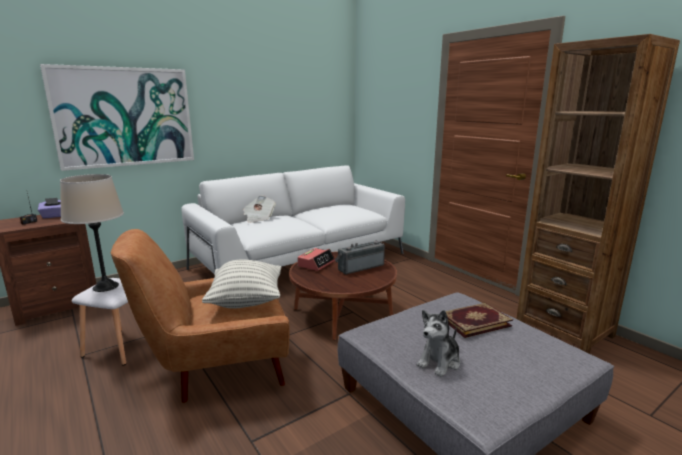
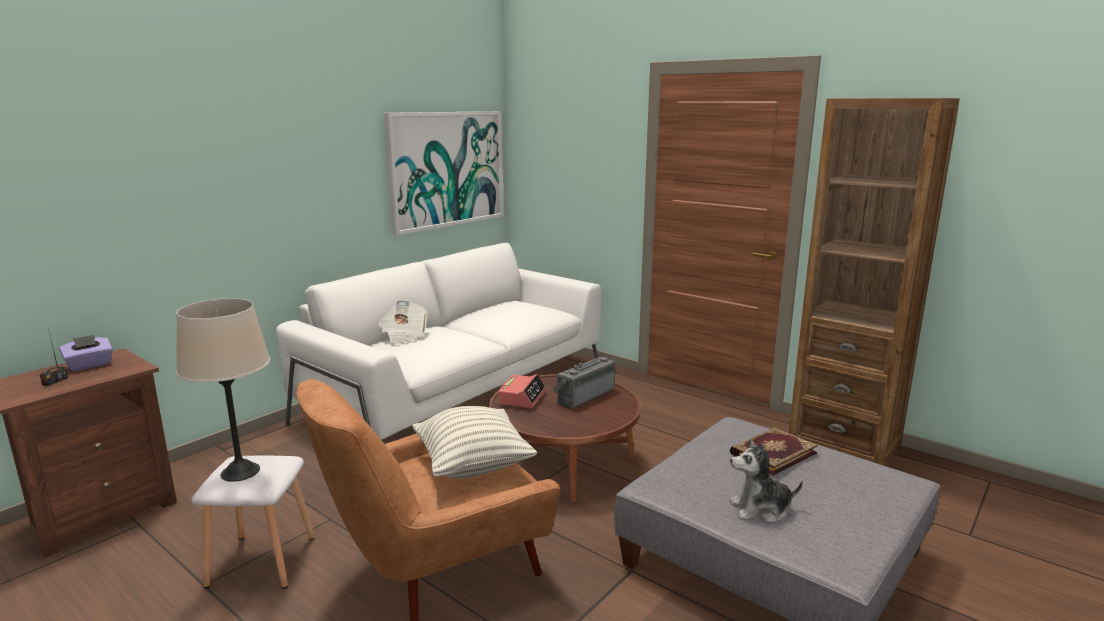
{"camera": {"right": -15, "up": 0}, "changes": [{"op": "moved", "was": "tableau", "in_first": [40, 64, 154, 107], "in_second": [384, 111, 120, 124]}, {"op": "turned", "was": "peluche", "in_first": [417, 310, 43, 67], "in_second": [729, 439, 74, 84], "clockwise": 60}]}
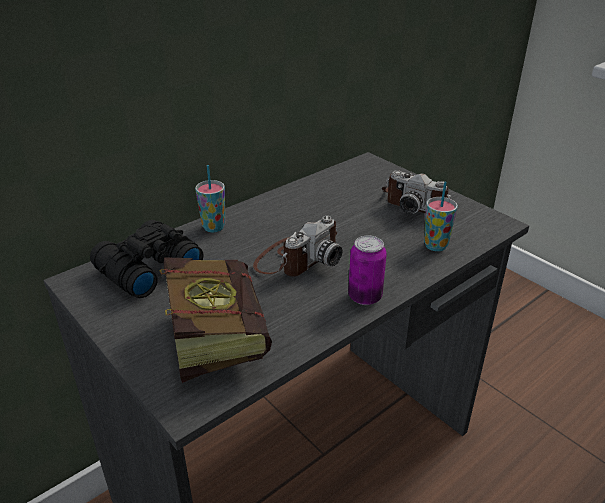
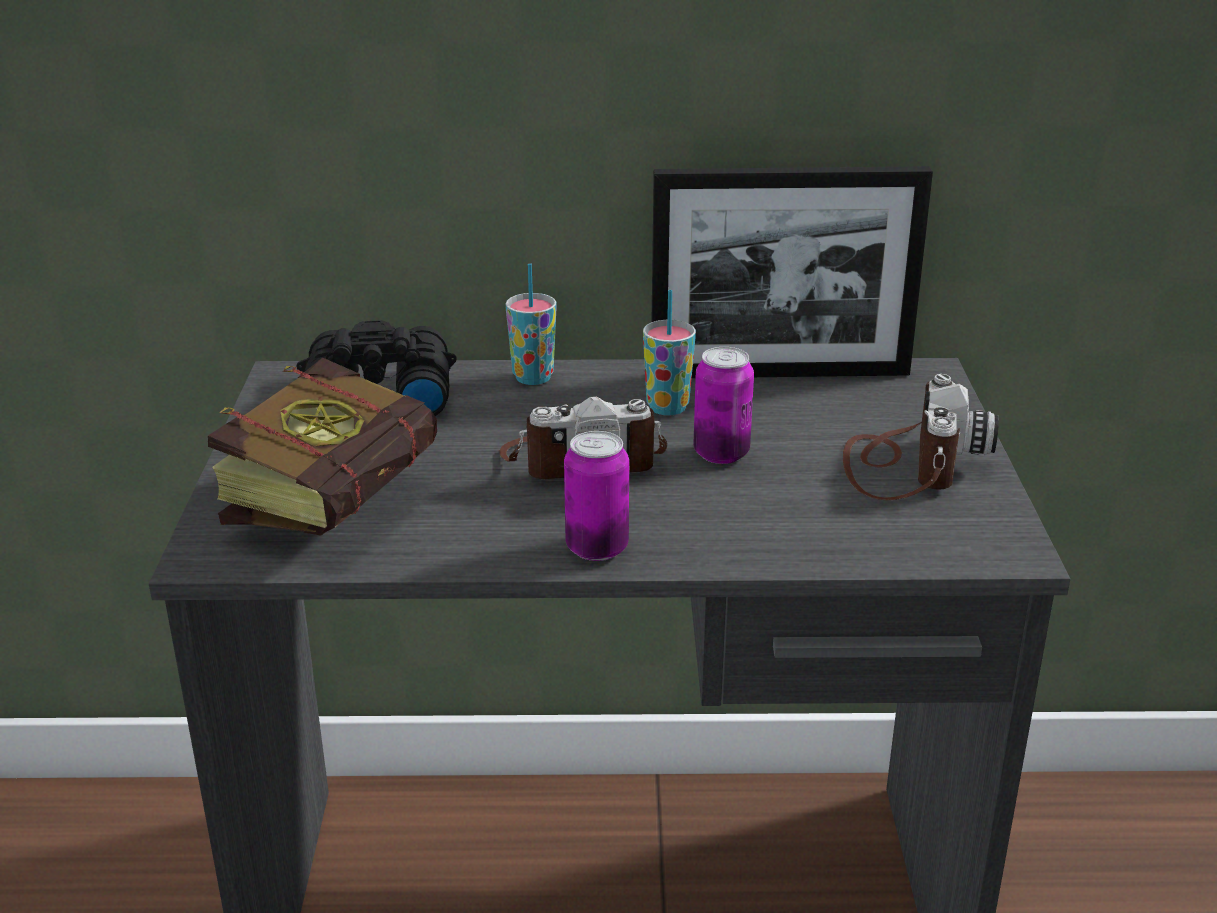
{"camera": {"right": 40, "up": -5}, "changes": [{"op": "turned", "was": "appareil photo", "in_first": [382, 170, 69, 44], "in_second": [843, 374, 156, 126], "clockwise": -150}, {"op": "moved", "was": "tasse", "in_first": [424, 182, 34, 69], "in_second": [643, 290, 53, 126]}, {"op": "added", "now": "cadre photo", "in_second": [651, 166, 282, 212]}, {"op": "added", "now": "boîte métallique", "in_second": [693, 347, 61, 117]}]}
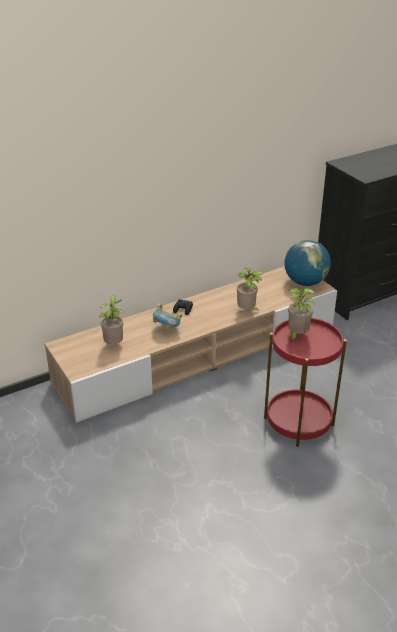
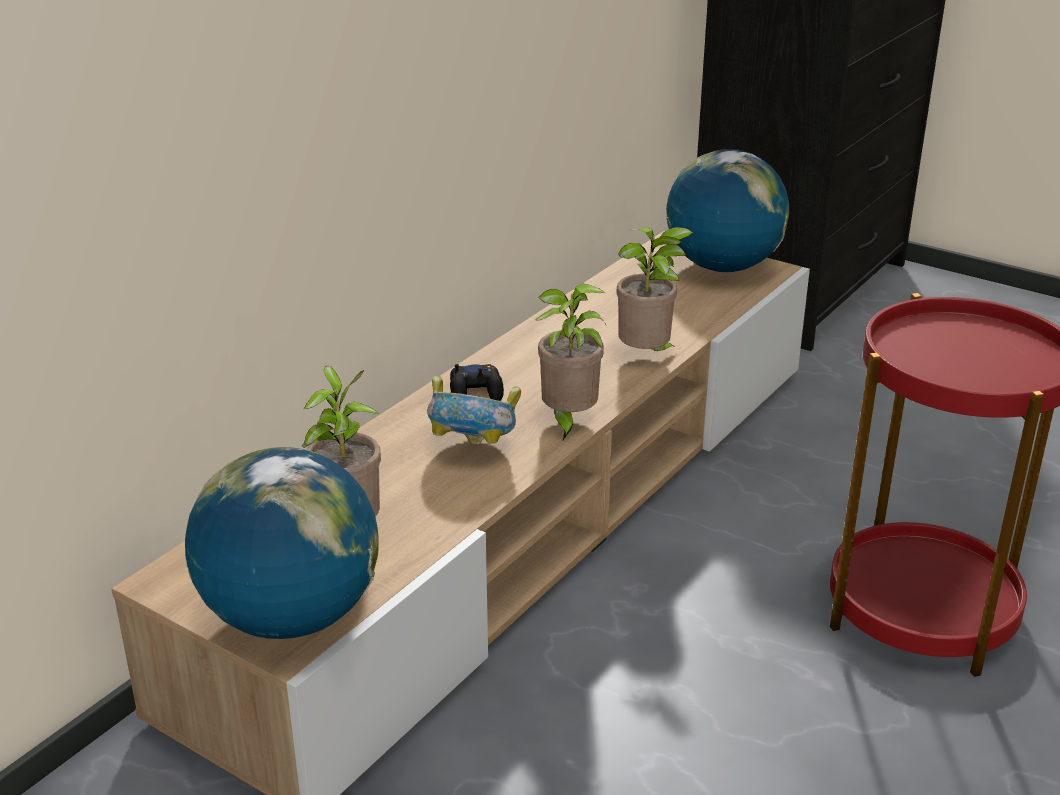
{"camera": {"right": -25, "up": -5}, "changes": [{"op": "moved", "was": "plante en pot", "in_first": [288, 288, 27, 55], "in_second": [535, 283, 71, 157]}, {"op": "added", "now": "globe", "in_second": [185, 447, 194, 192]}]}
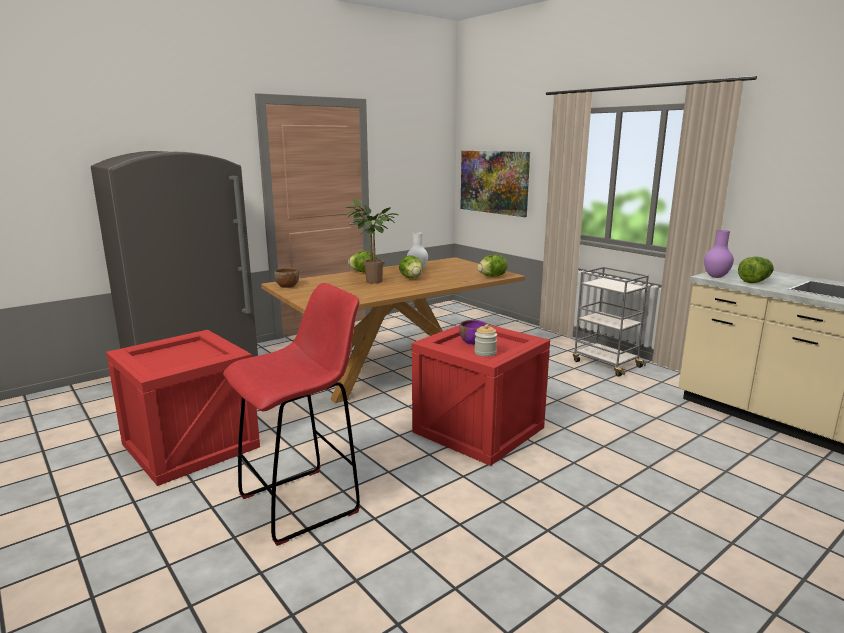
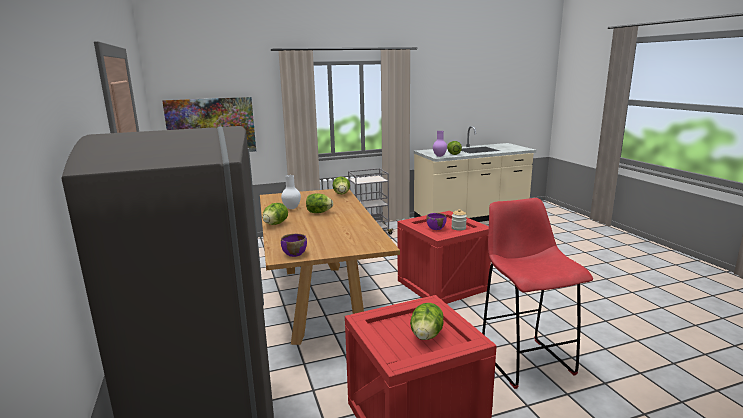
{"camera": {"right": -70, "up": 0}, "changes": [{"op": "removed", "was": "plante en pot", "in_first": [346, 199, 52, 85]}, {"op": "recoloured", "was": "bol/marron", "now": "bol/violet", "in_first": [274, 268, 25, 20], "in_second": [281, 234, 26, 23]}, {"op": "added", "now": "laitue", "in_second": [410, 303, 34, 37]}]}
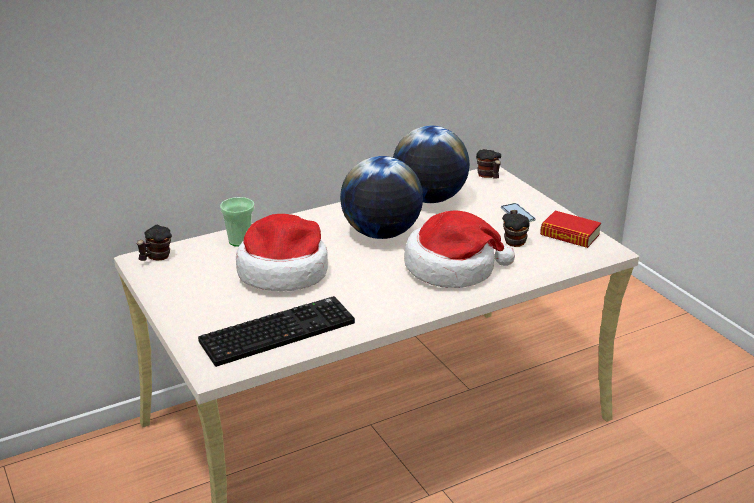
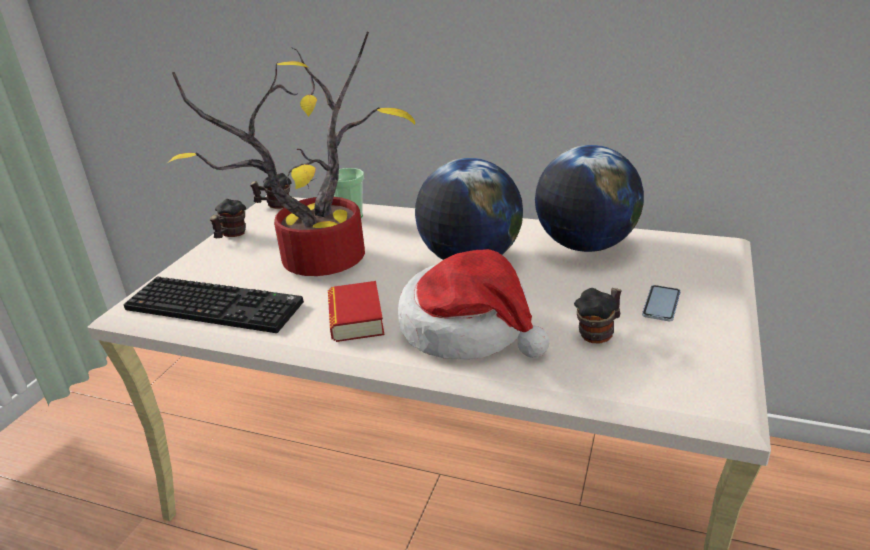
{"camera": {"right": 50, "up": 0}, "changes": [{"op": "moved", "was": "mug", "in_first": [476, 149, 25, 30], "in_second": [210, 199, 36, 39]}, {"op": "moved", "was": "livre", "in_first": [540, 211, 61, 37], "in_second": [328, 281, 57, 61]}, {"op": "replaced", "was": "chapeau", "now": "plante en pot", "in_first": [236, 214, 92, 77], "in_second": [167, 32, 248, 244]}]}
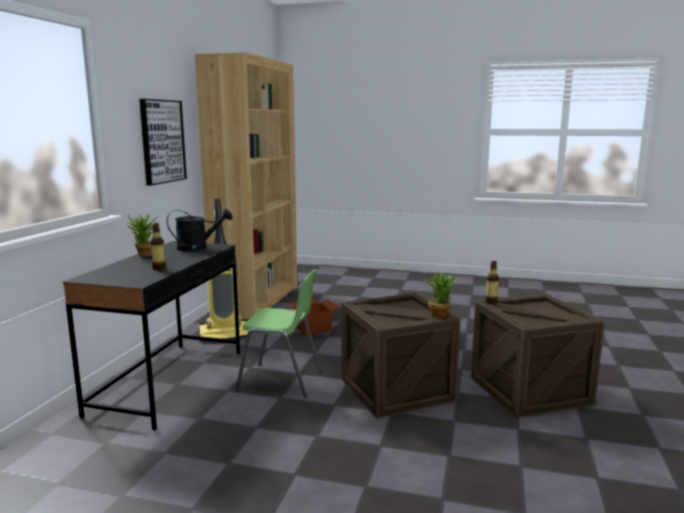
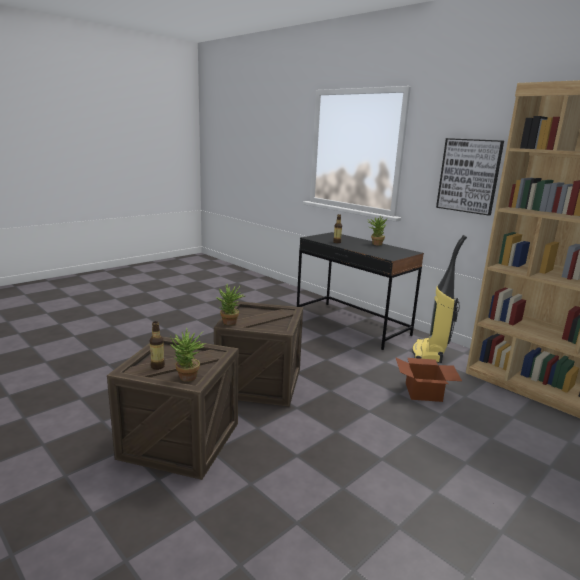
{"camera": {"right": 120, "up": 5}, "changes": [{"op": "removed", "was": "arrosoir/noir", "in_first": [167, 209, 65, 42]}, {"op": "moved", "was": "bouteille", "in_first": [485, 261, 14, 43], "in_second": [149, 321, 16, 49]}, {"op": "removed", "was": "chaise/vert", "in_first": [235, 269, 87, 129]}, {"op": "added", "now": "plante en pot", "in_second": [170, 328, 36, 54]}]}
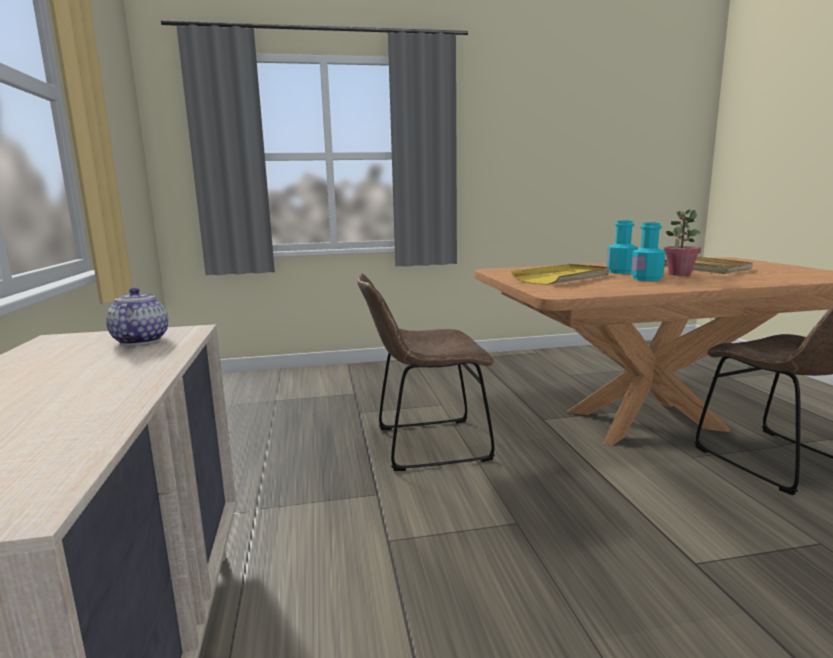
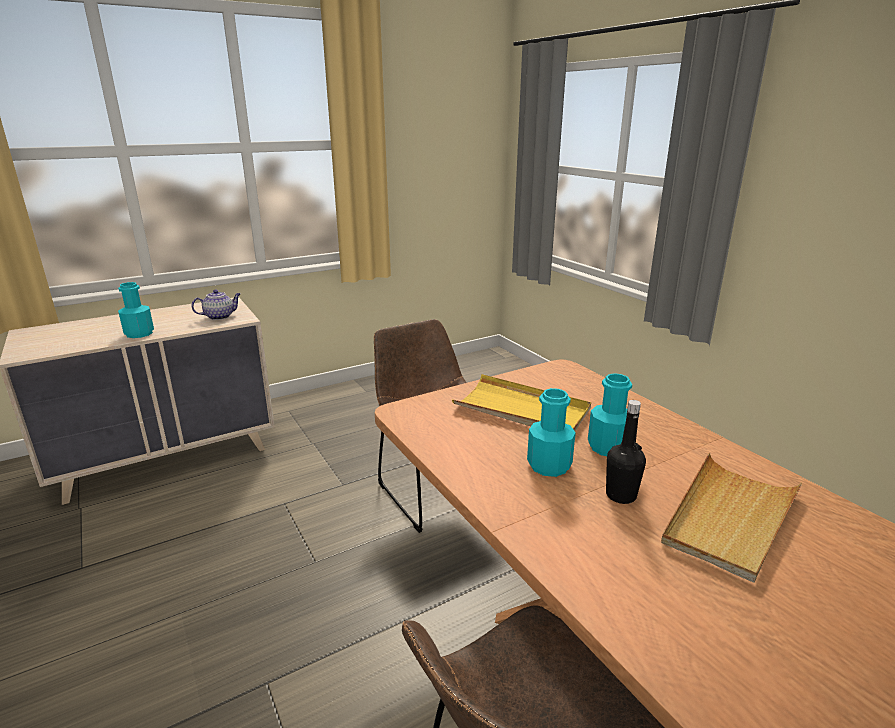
{"camera": {"right": 70, "up": 10}, "changes": [{"op": "replaced", "was": "plante en pot", "now": "bouteille/noir", "in_first": [664, 210, 37, 66], "in_second": [606, 400, 40, 104]}, {"op": "added", "now": "bouteille/turquoise", "in_second": [118, 282, 36, 56]}]}
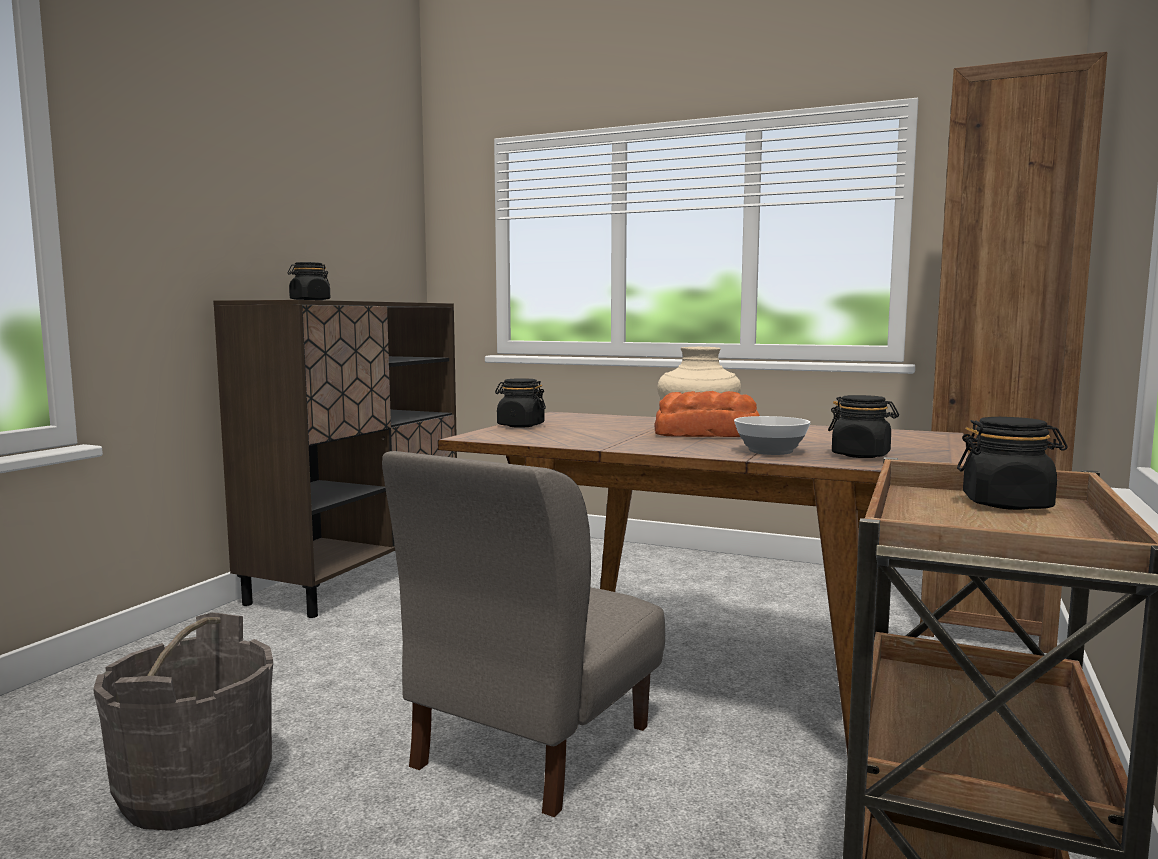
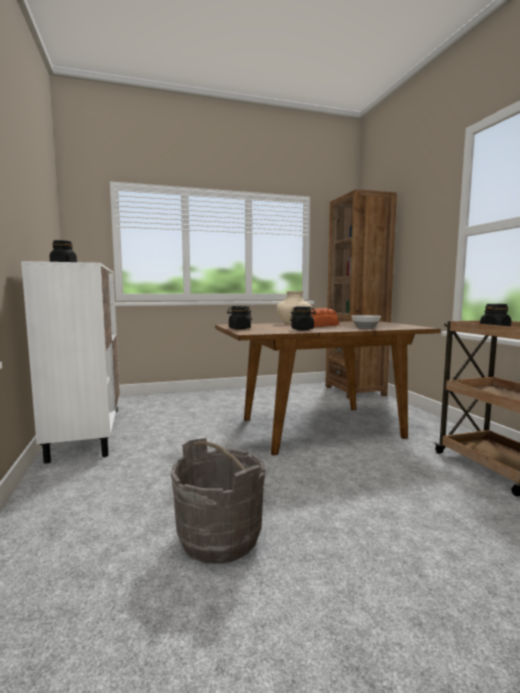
{"camera": {"right": -40, "up": 0}, "changes": [{"op": "recoloured", "was": "meuble de rangement/marron", "now": "meuble de rangement/blanc", "in_first": [213, 300, 244, 318], "in_second": [21, 261, 99, 203]}, {"op": "moved", "was": "bocal/noir", "in_first": [828, 395, 71, 63], "in_second": [290, 306, 26, 24]}, {"op": "removed", "was": "chaise/gris", "in_first": [382, 451, 283, 366]}]}
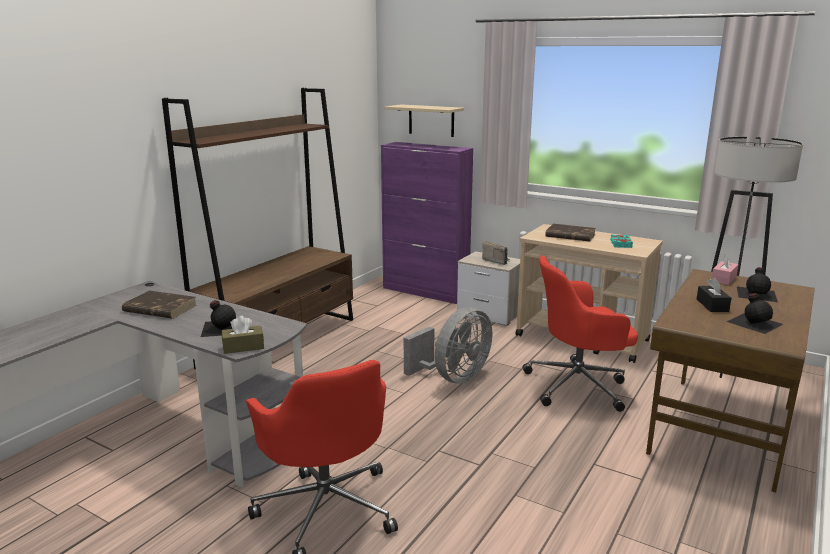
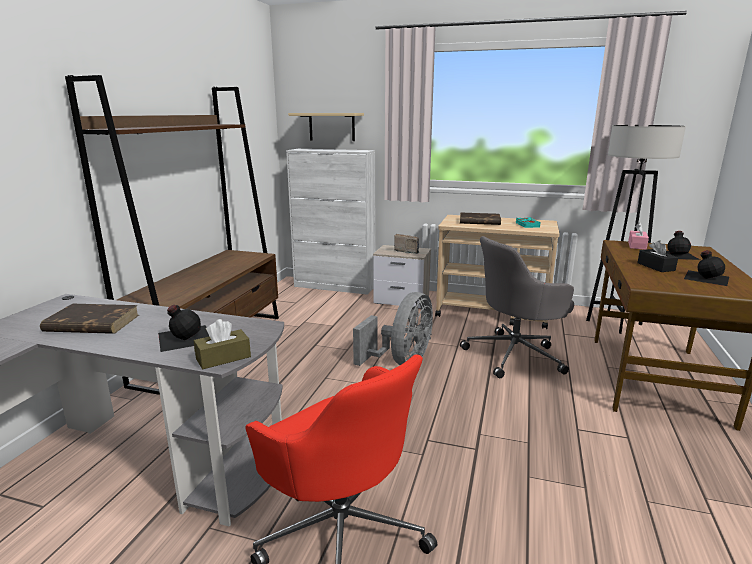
{"camera": {"right": -15, "up": 0}, "changes": [{"op": "recoloured", "was": "meuble de rangement/violet", "now": "meuble de rangement/blanc", "in_first": [381, 142, 92, 162], "in_second": [286, 149, 89, 146]}, {"op": "recoloured", "was": "chaise de bureau/rouge", "now": "chaise de bureau/gris", "in_first": [522, 256, 116, 156], "in_second": [460, 236, 114, 142]}]}
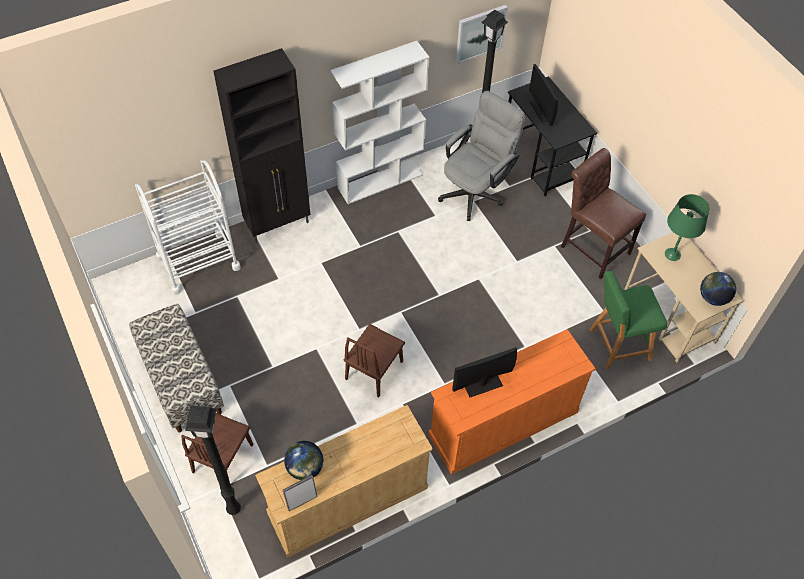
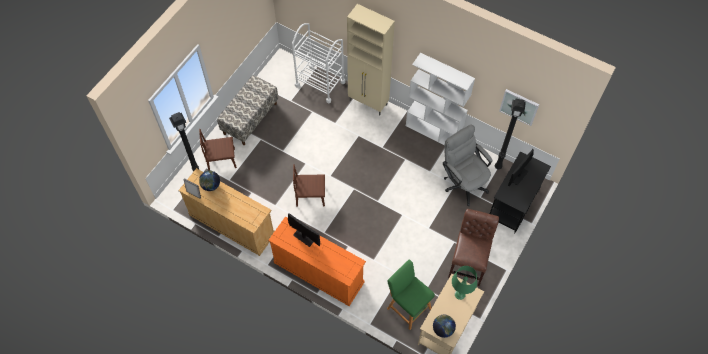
{"camera": {"right": 60, "up": 5}, "changes": [{"op": "recoloured", "was": "meuble de rangement/noir", "now": "meuble de rangement/beige", "in_first": [213, 48, 97, 195], "in_second": [347, 4, 48, 111]}, {"op": "turned", "was": "chaise de bureau/gris", "in_first": [438, 91, 87, 130], "in_second": [443, 125, 49, 81], "clockwise": -135}]}
